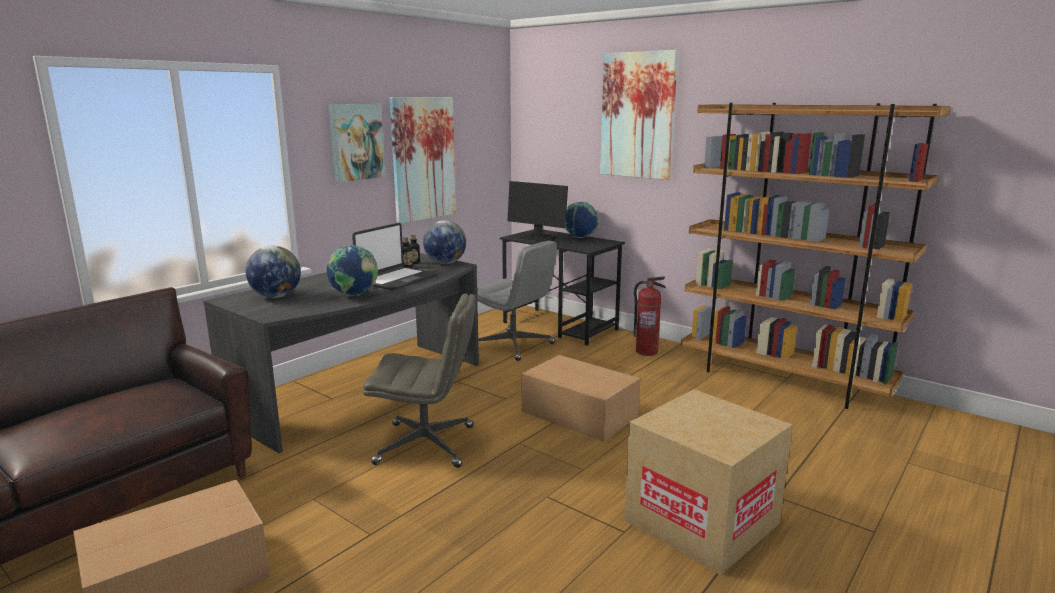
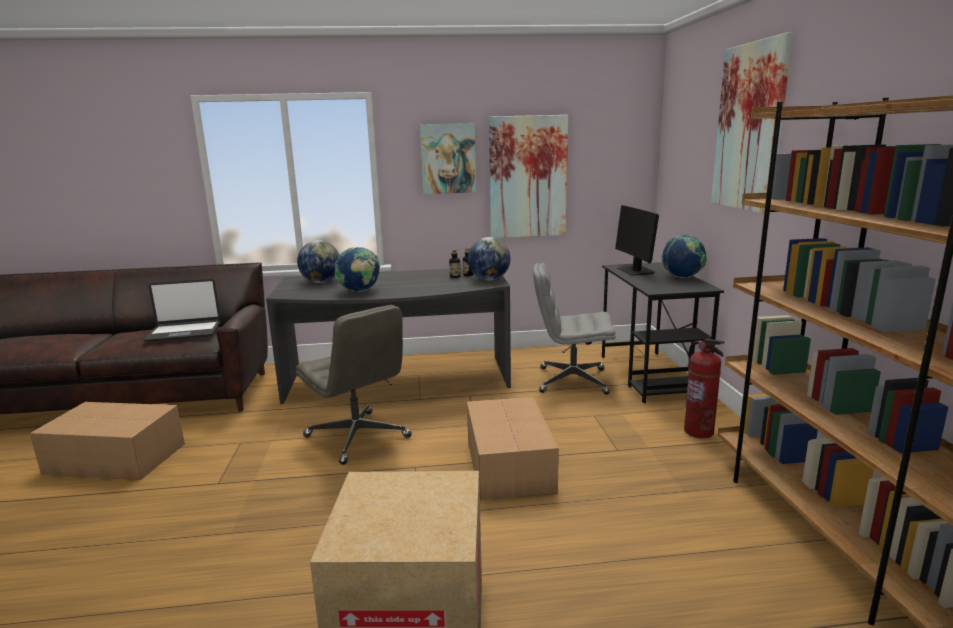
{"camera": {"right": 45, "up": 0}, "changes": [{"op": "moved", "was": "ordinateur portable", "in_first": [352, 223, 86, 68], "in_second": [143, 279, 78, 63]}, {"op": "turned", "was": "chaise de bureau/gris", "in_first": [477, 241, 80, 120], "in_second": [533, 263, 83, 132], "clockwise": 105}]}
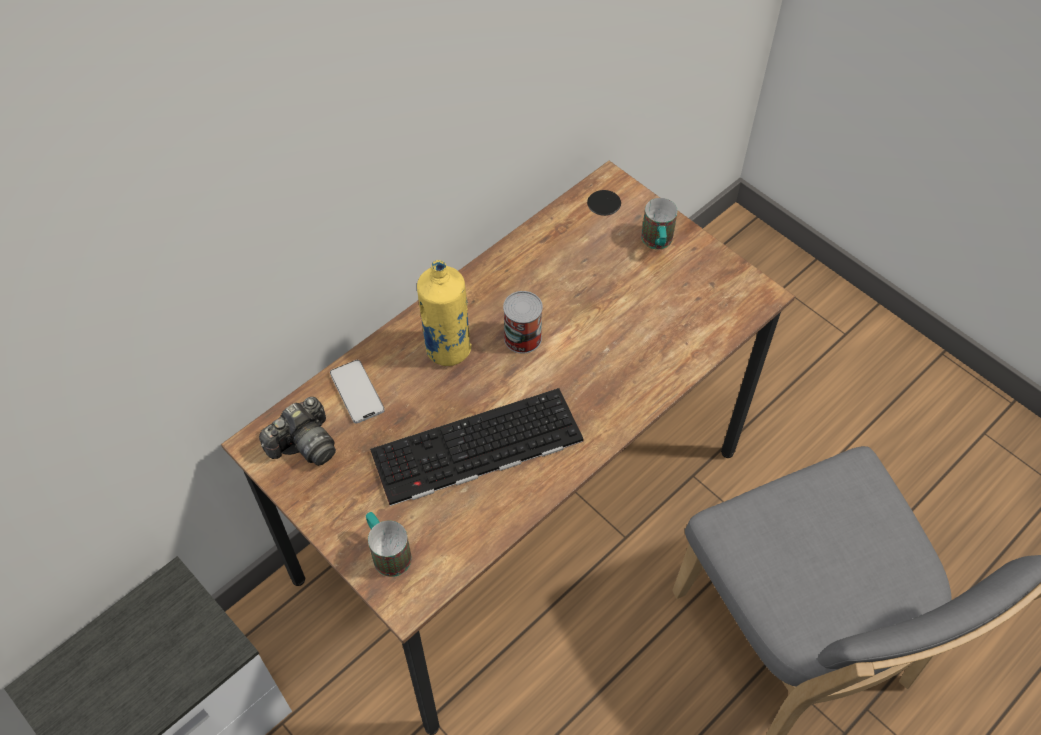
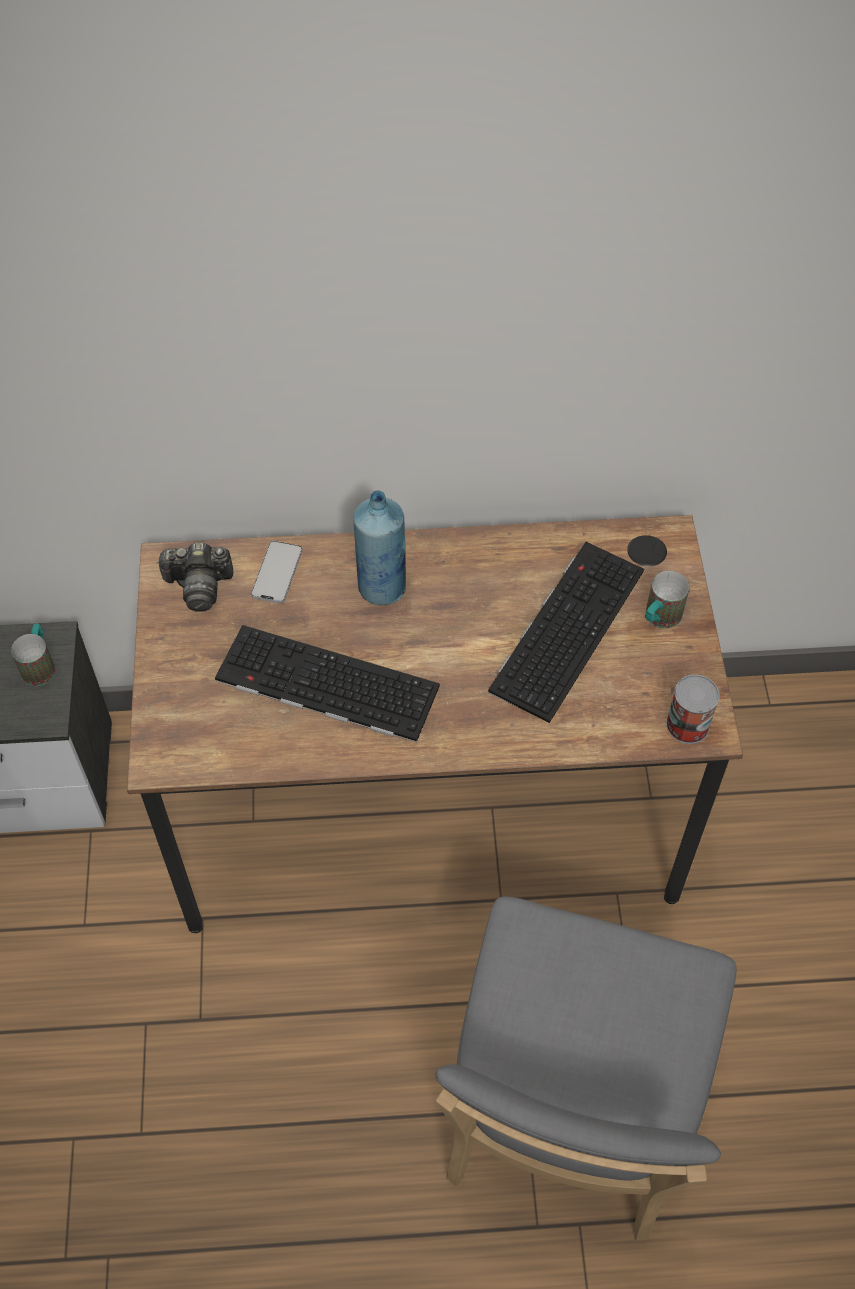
{"camera": {"right": 40, "up": 0}, "changes": [{"op": "recoloured", "was": "bouteille/jaune", "now": "bouteille/bleu", "in_first": [417, 260, 55, 106], "in_second": [353, 490, 53, 115]}, {"op": "moved", "was": "boîte métallique", "in_first": [503, 291, 40, 63], "in_second": [666, 674, 54, 70]}, {"op": "moved", "was": "mug", "in_first": [366, 512, 46, 65], "in_second": [11, 624, 44, 62]}, {"op": "added", "now": "clavier", "in_second": [488, 542, 156, 181]}]}
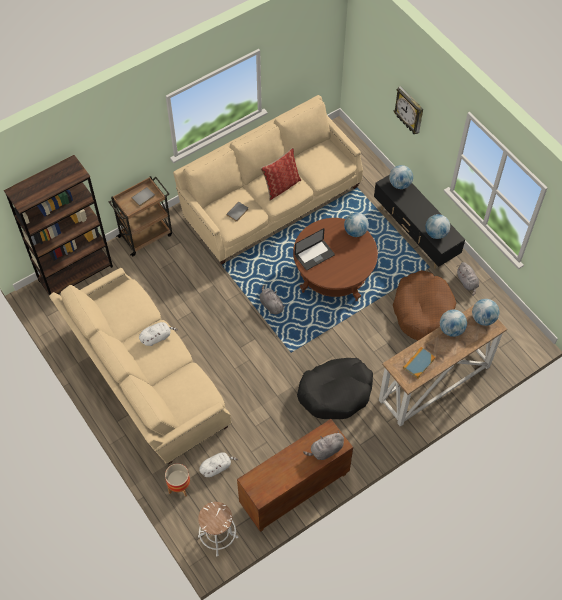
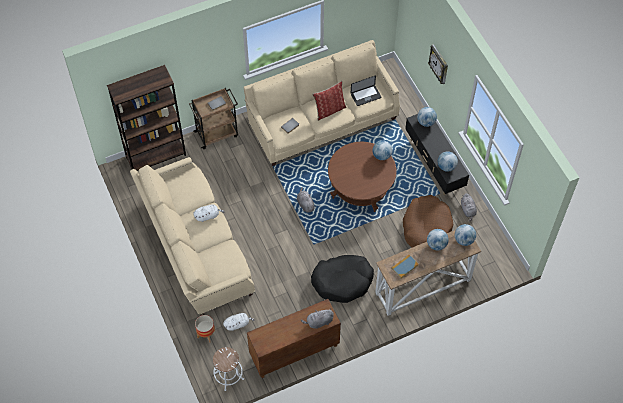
{"camera": {"right": 10, "up": 0}, "changes": [{"op": "moved", "was": "ordinateur portable", "in_first": [295, 228, 40, 42], "in_second": [351, 76, 30, 30]}]}
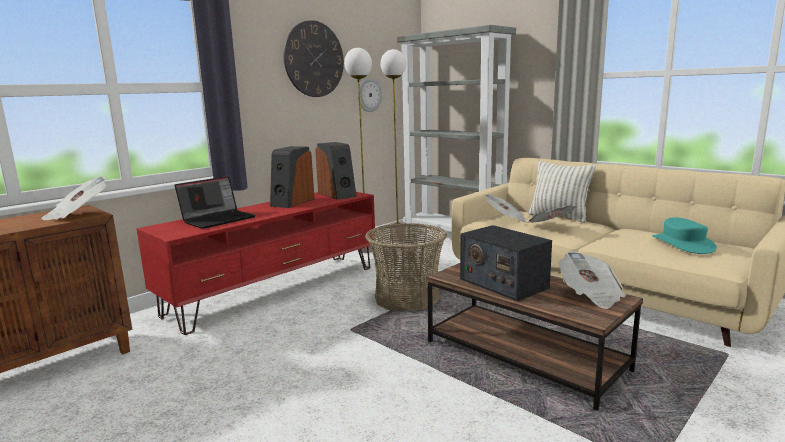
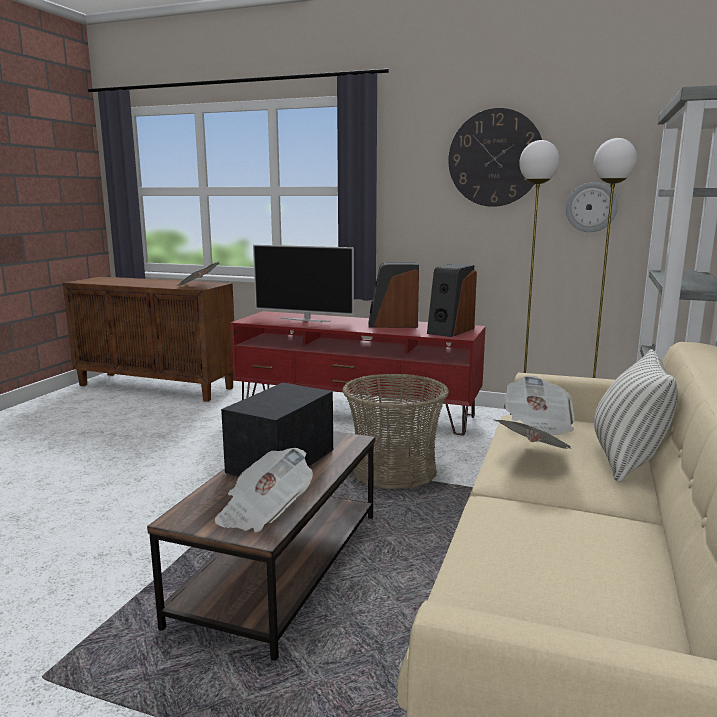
{"camera": {"right": 65, "up": 0}, "changes": [{"op": "replaced", "was": "ordinateur portable", "now": "téléviseur", "in_first": [174, 176, 82, 53], "in_second": [253, 245, 101, 77]}, {"op": "removed", "was": "chapeau/turquoise", "in_first": [652, 217, 65, 37]}]}
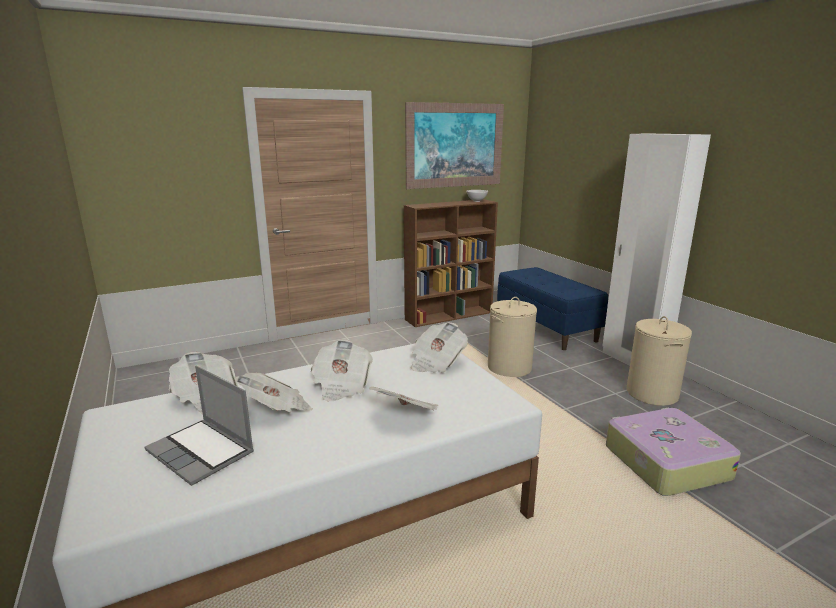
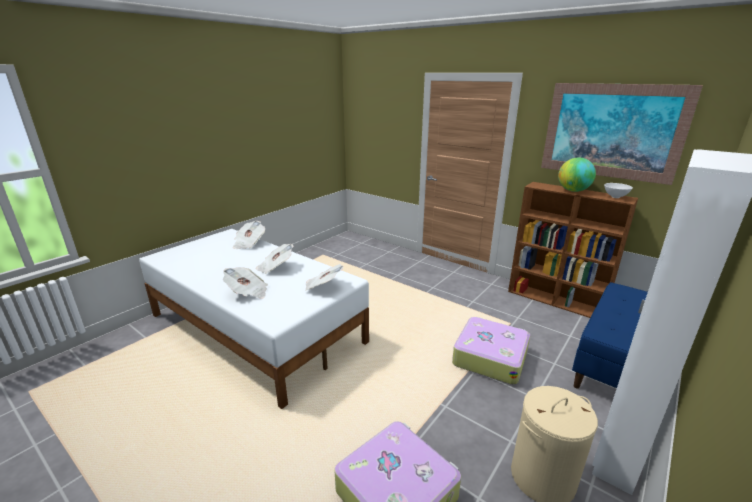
{"camera": {"right": 65, "up": 5}, "changes": [{"op": "replaced", "was": "panier à linge/beige", "now": "valise", "in_first": [488, 297, 49, 80], "in_second": [452, 317, 78, 68]}, {"op": "removed", "was": "ordinateur portable", "in_first": [144, 366, 110, 120]}, {"op": "removed", "was": "journal", "in_first": [234, 373, 78, 39]}, {"op": "added", "now": "globe", "in_second": [558, 157, 38, 35]}]}
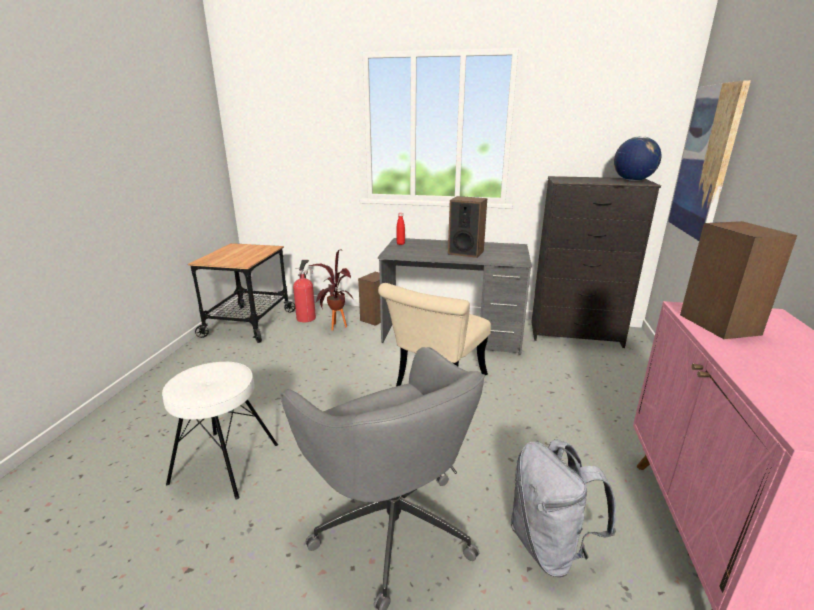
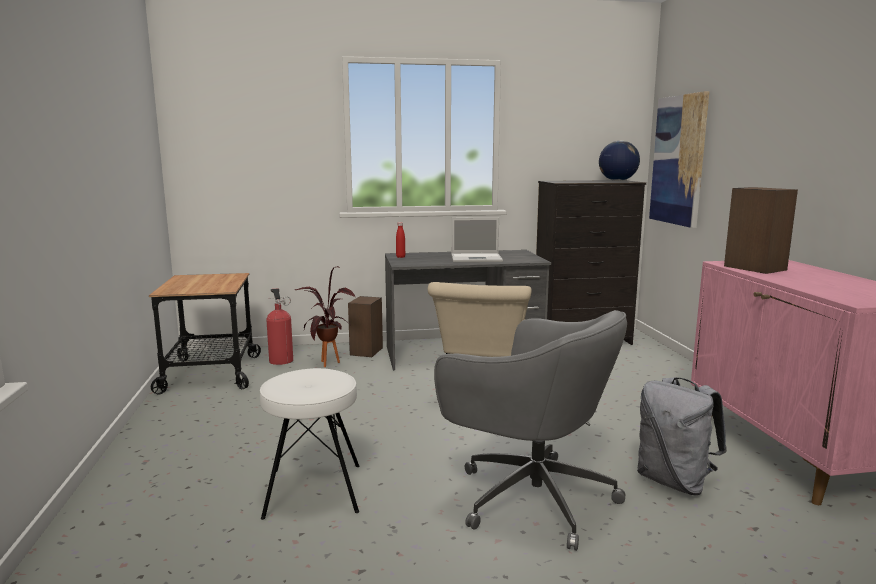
{"camera": {"right": -20, "up": -10}, "changes": [{"op": "replaced", "was": "enceinte", "now": "ordinateur portable", "in_first": [448, 196, 39, 62], "in_second": [451, 217, 52, 45]}]}
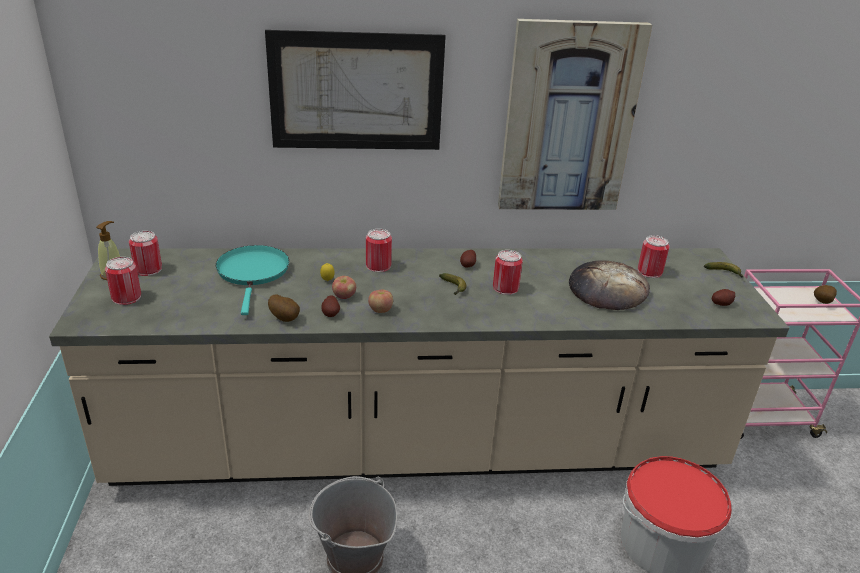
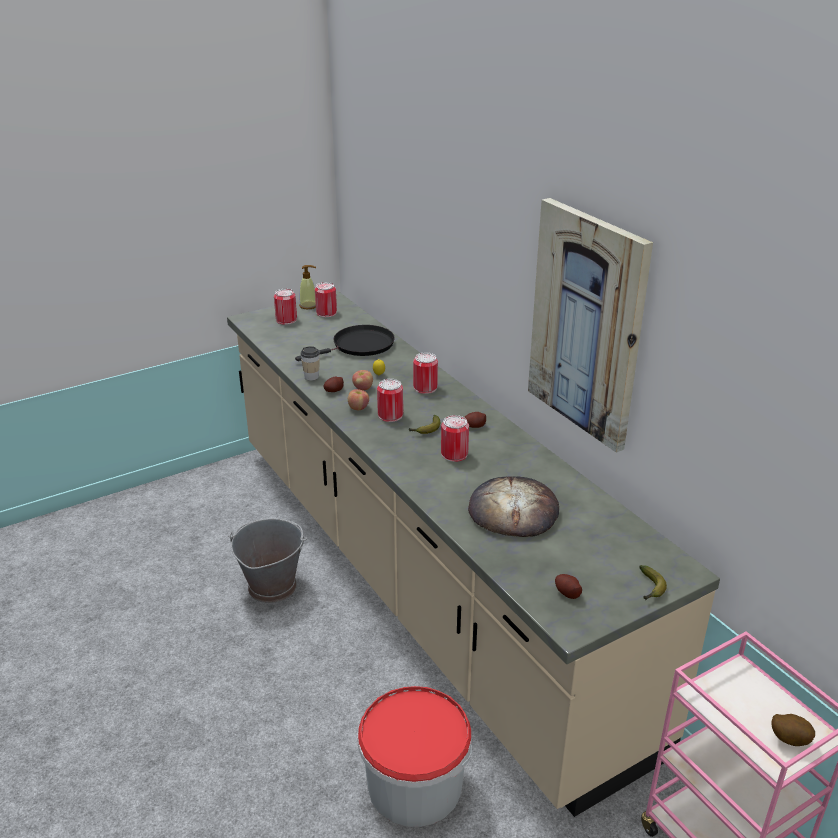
{"camera": {"right": 65, "up": 0}, "changes": [{"op": "removed", "was": "tableau", "in_first": [265, 30, 181, 120]}, {"op": "moved", "was": "boîte métallique", "in_first": [638, 235, 31, 43], "in_second": [377, 379, 26, 43]}, {"op": "recoloured", "was": "poêle/turquoise", "now": "poêle/noir", "in_first": [216, 245, 73, 70], "in_second": [295, 325, 100, 36]}, {"op": "replaced", "was": "pomme de terre", "now": "tasse", "in_first": [268, 294, 32, 28], "in_second": [300, 346, 20, 35]}]}
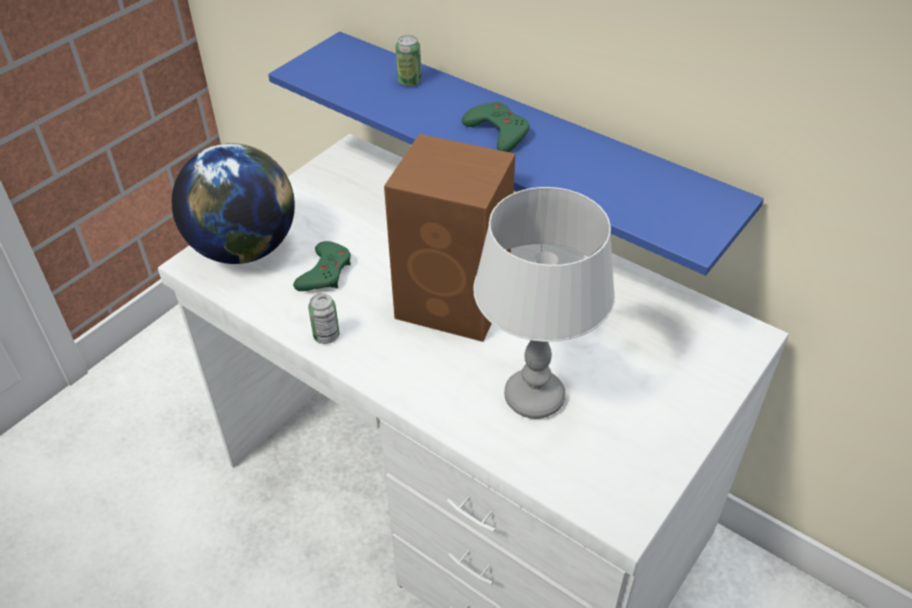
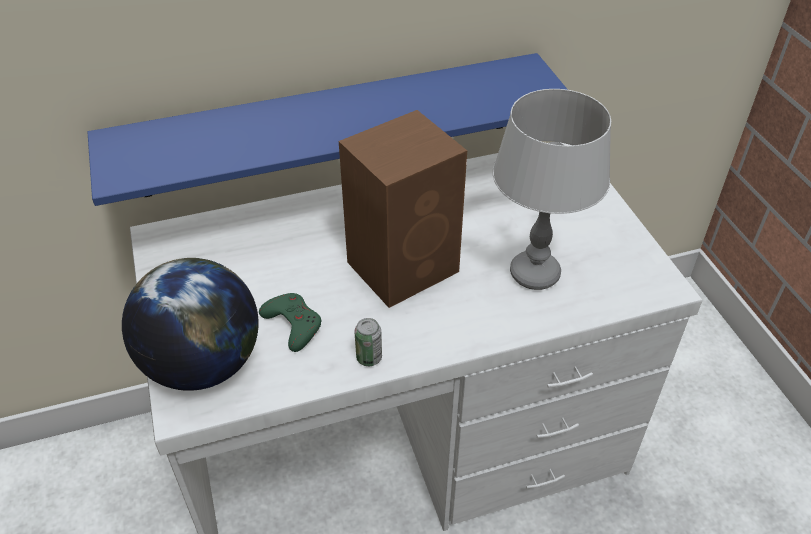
{"camera": {"right": -55, "up": 0}, "changes": [{"op": "removed", "was": "boîte métallique", "in_first": [396, 35, 25, 51]}, {"op": "removed", "was": "manette/vert", "in_first": [462, 102, 68, 50]}]}
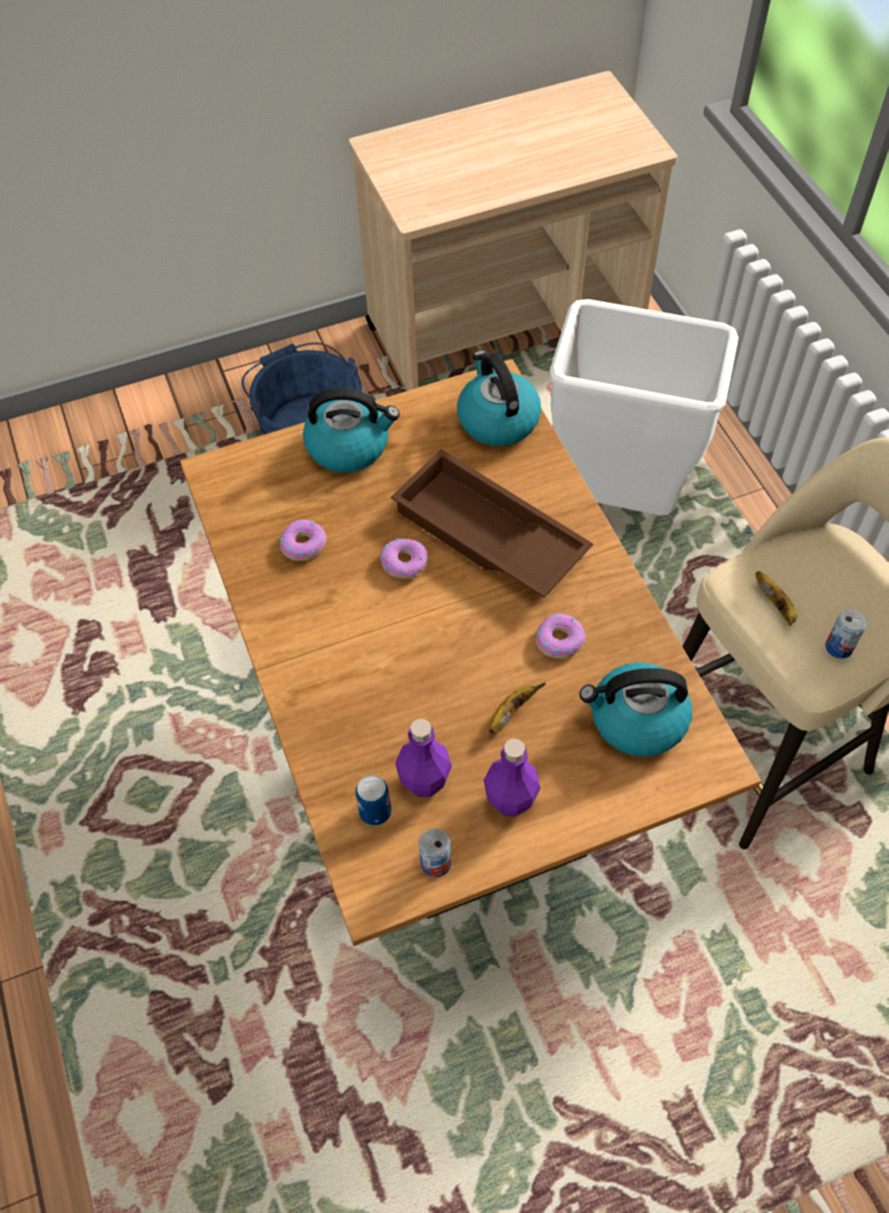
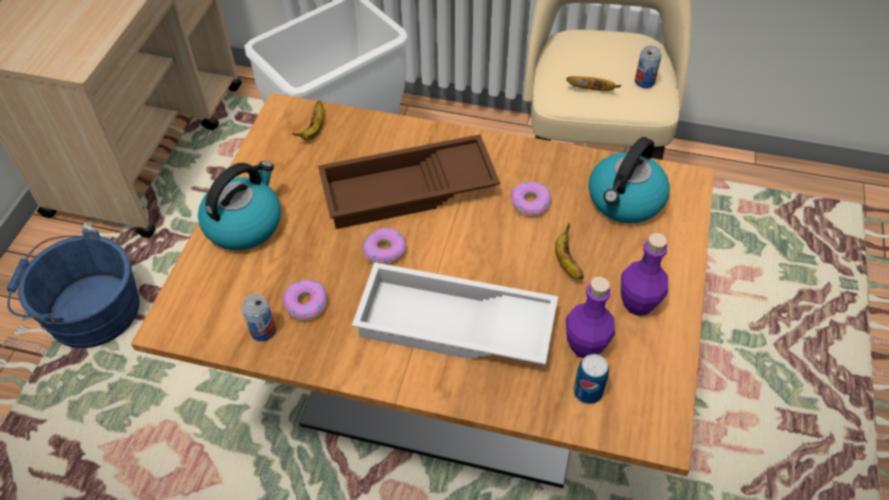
{"camera": {"right": -55, "up": -5}, "changes": [{"op": "replaced", "was": "bouilloire", "now": "banane", "in_first": [457, 351, 84, 95], "in_second": [293, 101, 31, 39]}, {"op": "moved", "was": "boîte métallique", "in_first": [419, 828, 32, 49], "in_second": [242, 294, 34, 47]}, {"op": "added", "now": "plateau/blanc", "in_second": [352, 262, 206, 103]}]}
